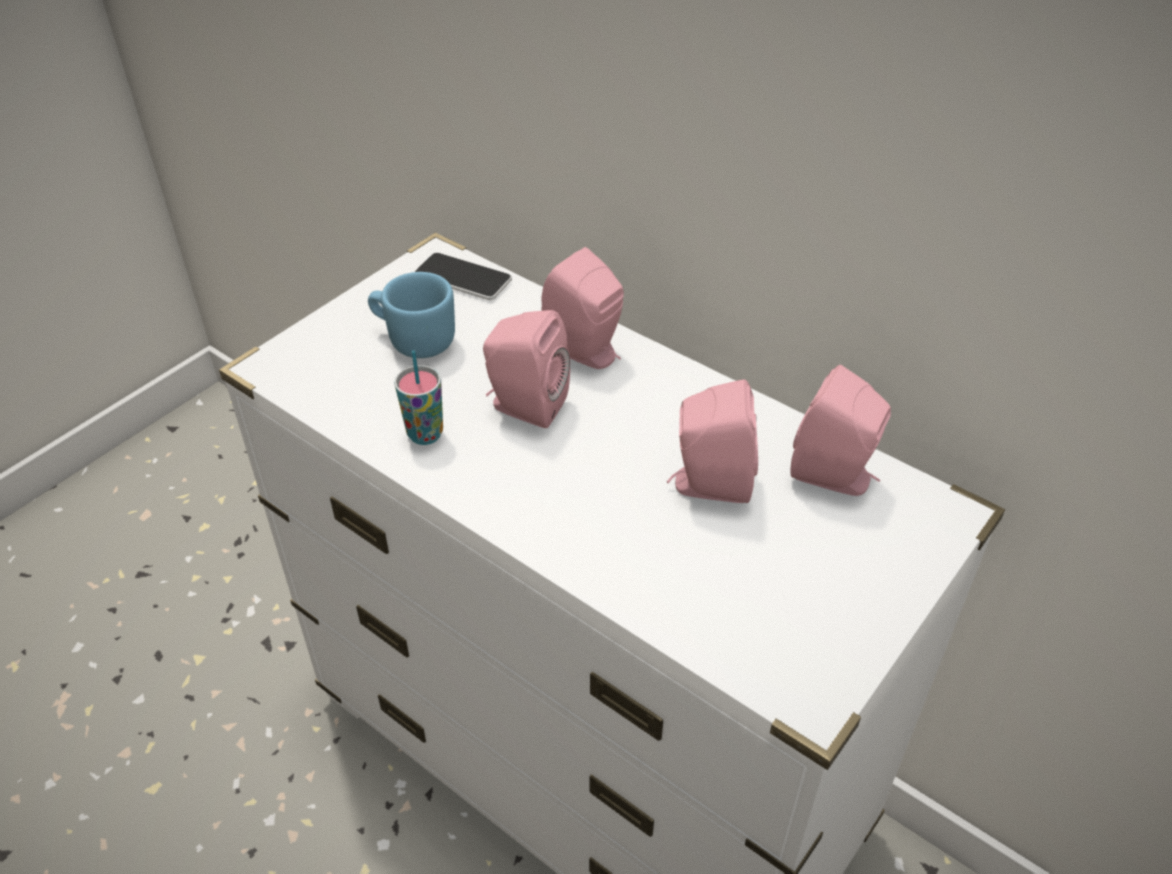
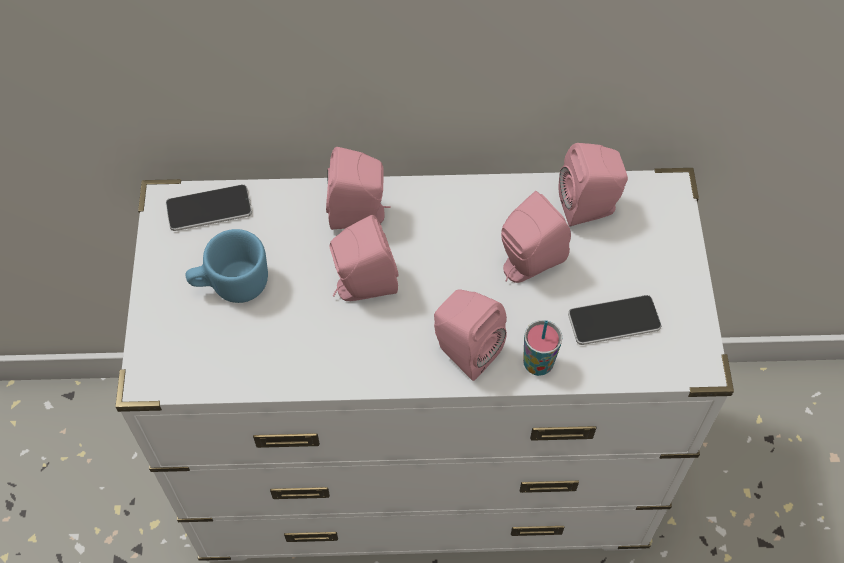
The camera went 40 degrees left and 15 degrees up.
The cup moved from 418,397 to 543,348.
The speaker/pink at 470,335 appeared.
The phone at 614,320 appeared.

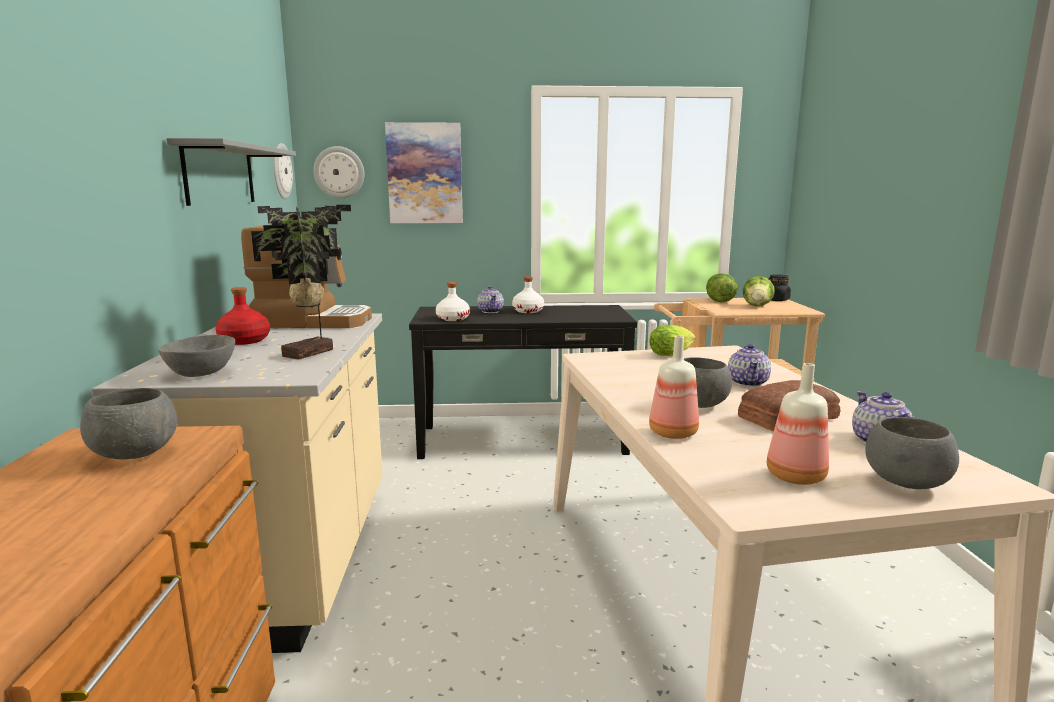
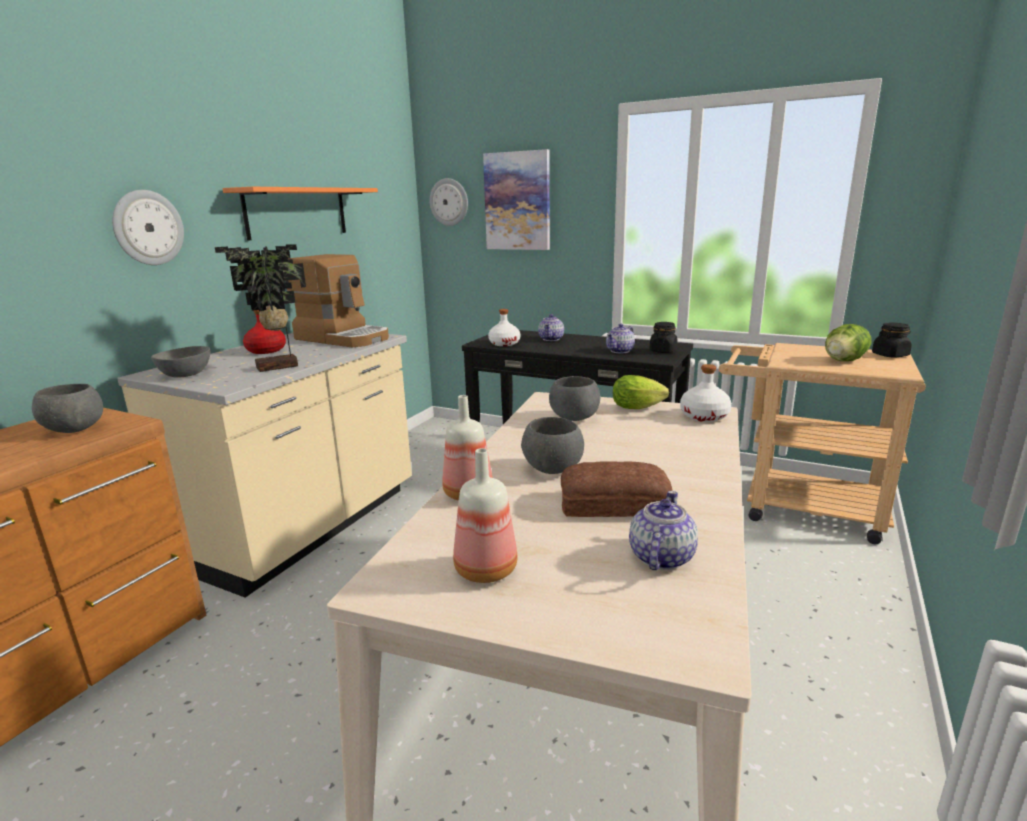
The camera went 30 degrees right and 5 degrees up.
The shelf/grey at 231,172 became the shelf/orange at 300,214.
The wall clock moved from 283,171 to 148,227.
The lettuce at 722,287 disappeared.
The bottle/white moved from 528,294 to 706,393.
The teapot moved from 749,365 to 620,338.
The bowl/grey moved from 912,453 to 574,398.
The jar/black at 663,337 appeared.

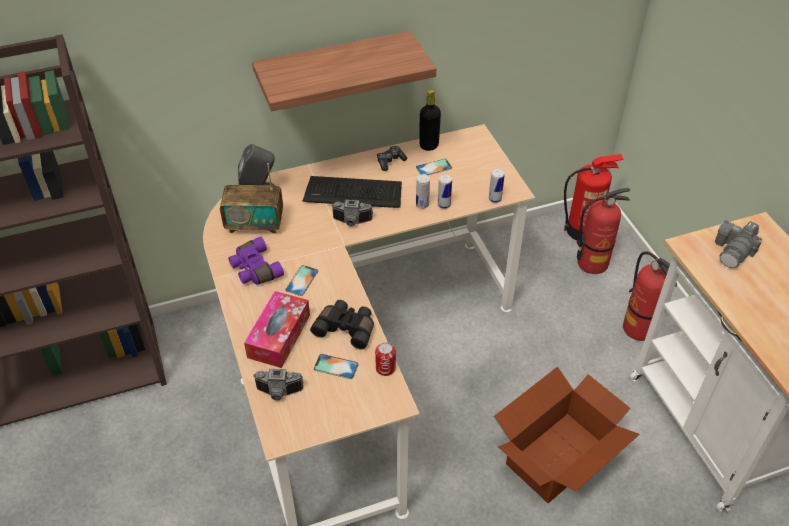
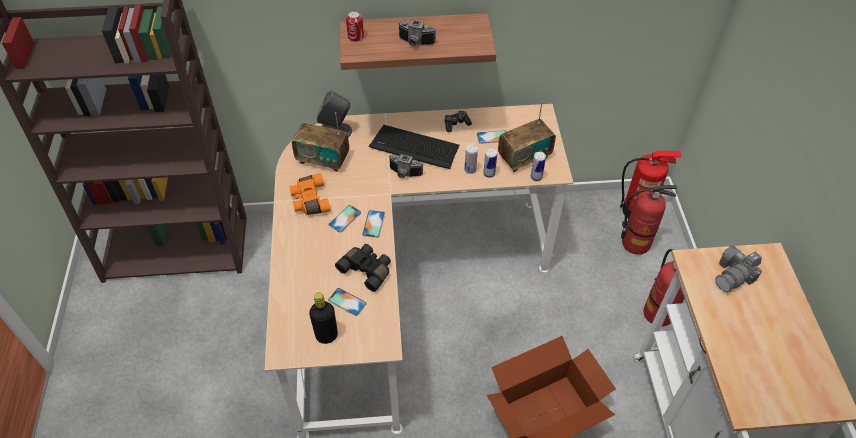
The camera went 15 degrees right and 5 degrees up.
The bottle/black moved from 430,120 to 323,318.
The binoculars/purple at 256,261 became the binoculars/orange at 310,194.
The tissue box at 277,329 disappeared.
The can moved from 385,359 to 355,26.
The photo camera moved from 278,385 to 417,33.
The radio at 527,137 appeared.
The phone at 373,224 appeared.

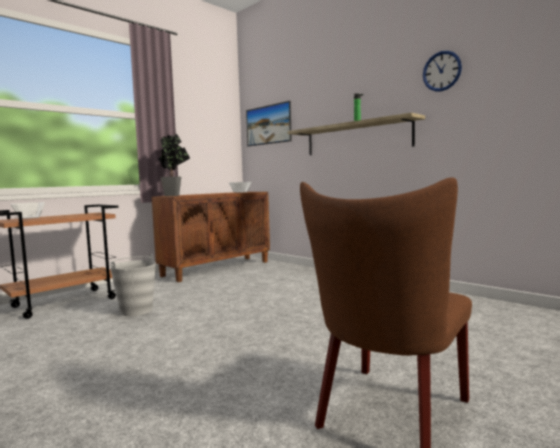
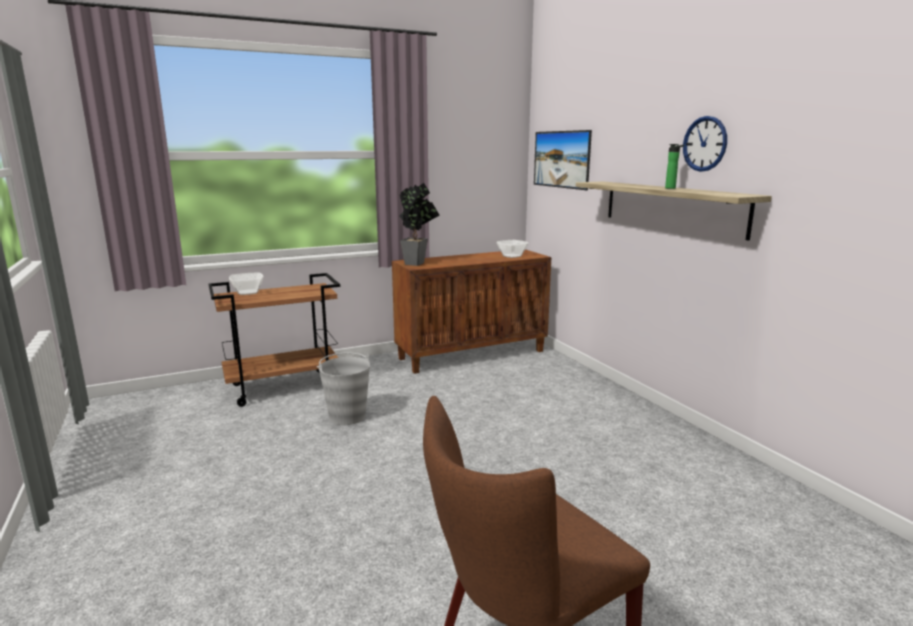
The camera went 20 degrees right and 10 degrees up.
The wall clock moved from 442,70 to 705,144.

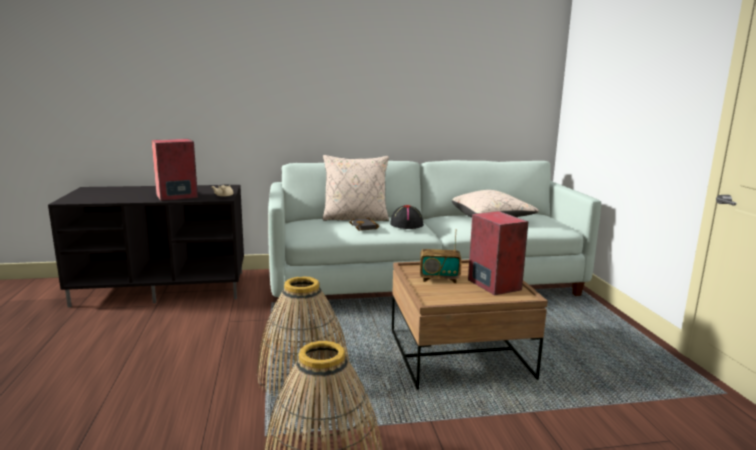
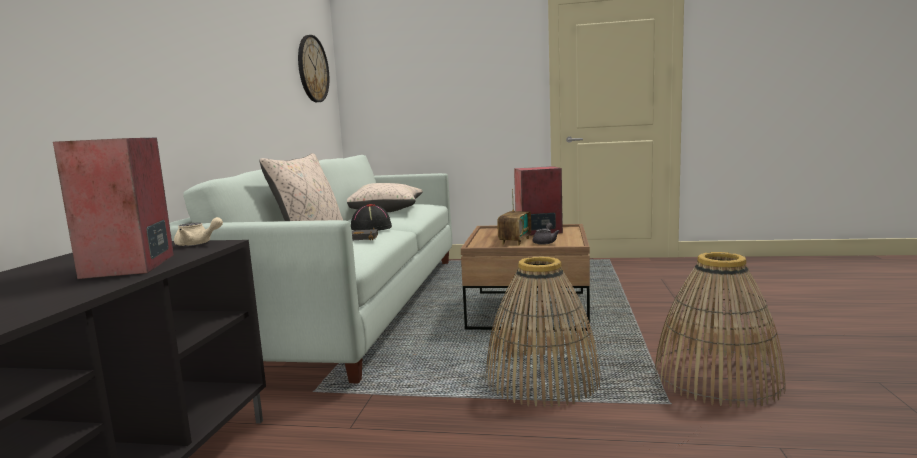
The camera went 70 degrees left and 5 degrees down.
The wall clock at 313,68 appeared.
The teapot/grey at 546,234 appeared.

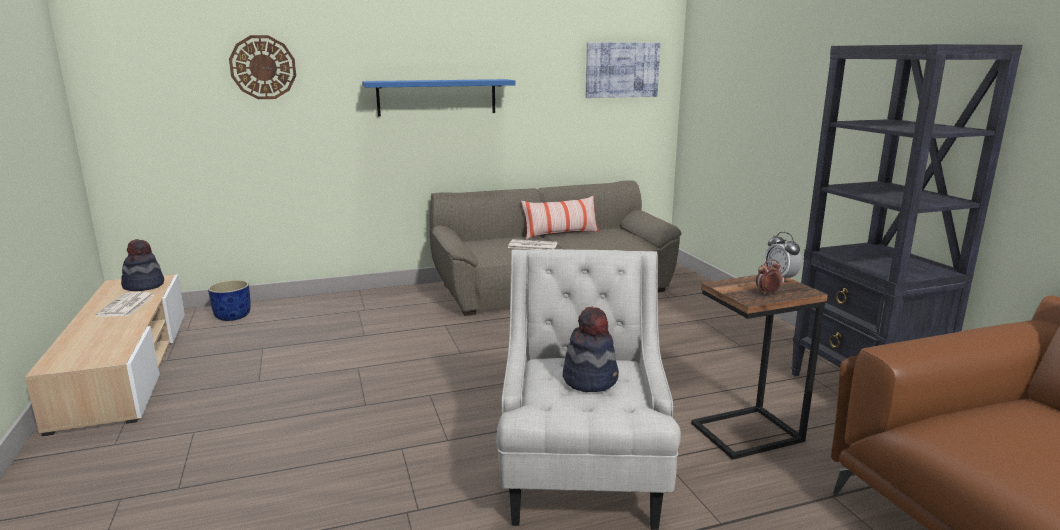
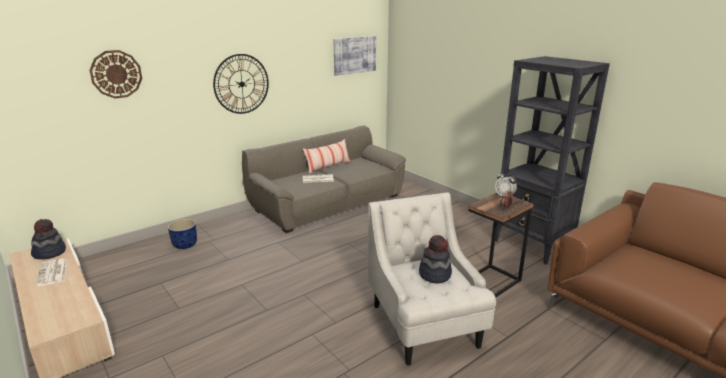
The camera went 20 degrees left and 5 degrees up.
The shelf/blue at 438,97 was replaced by the wall clock at 241,84.
The planter/blue moved from 229,300 to 182,234.

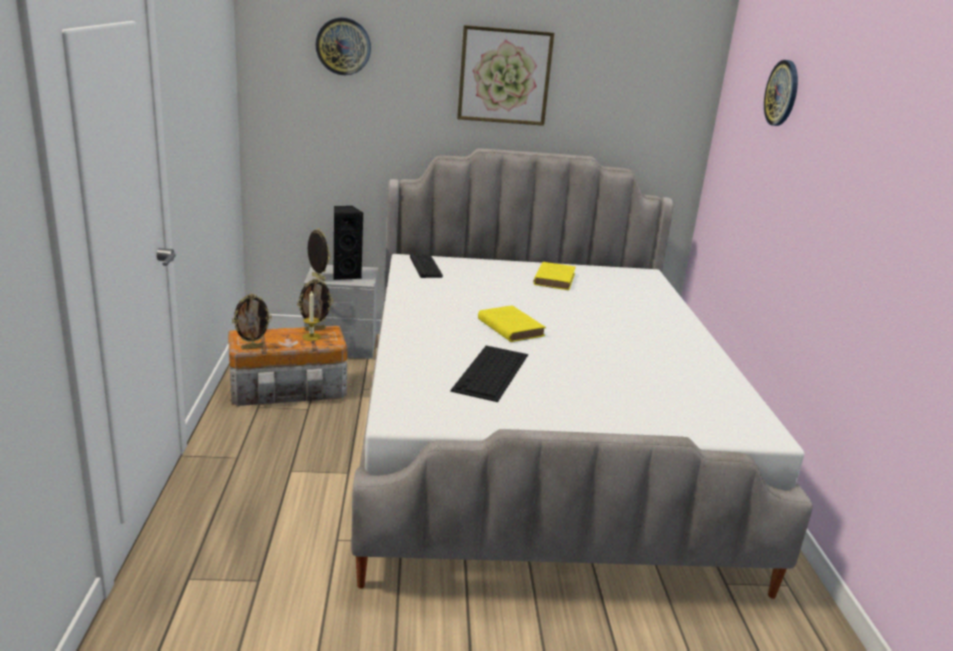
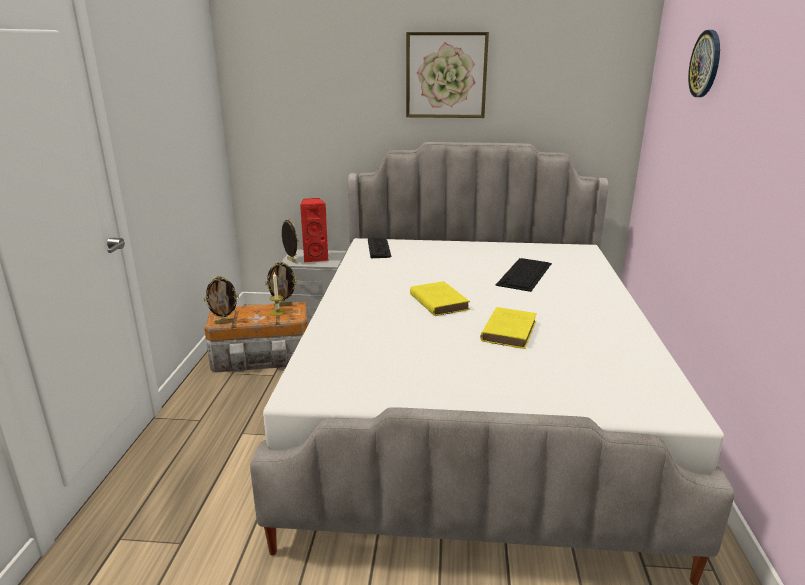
The camera went 10 degrees right and 0 degrees up.
The wall clock at 343,46 disappeared.
The speaker/black at 348,243 became the speaker/red at 314,230.
The book/yellow moved from 555,276 to 508,328.
The keyboard moved from 489,374 to 523,275.

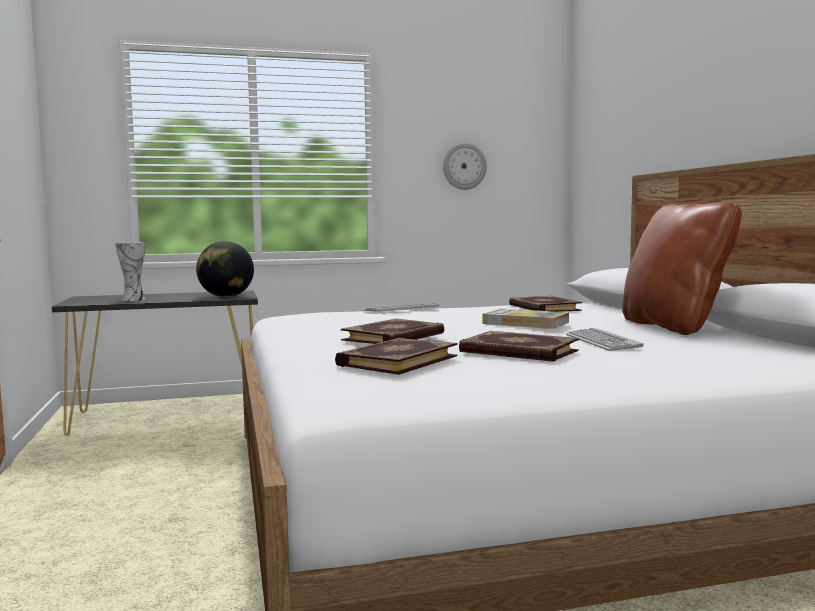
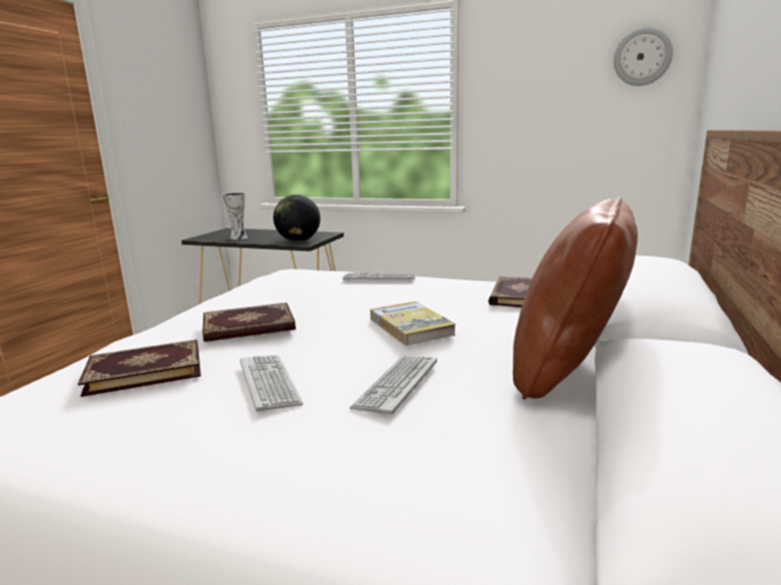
The camera went 35 degrees right and 10 degrees up.
The wall clock moved from 465,166 to 643,57.
The book at 519,346 was replaced by the keyboard at 271,383.

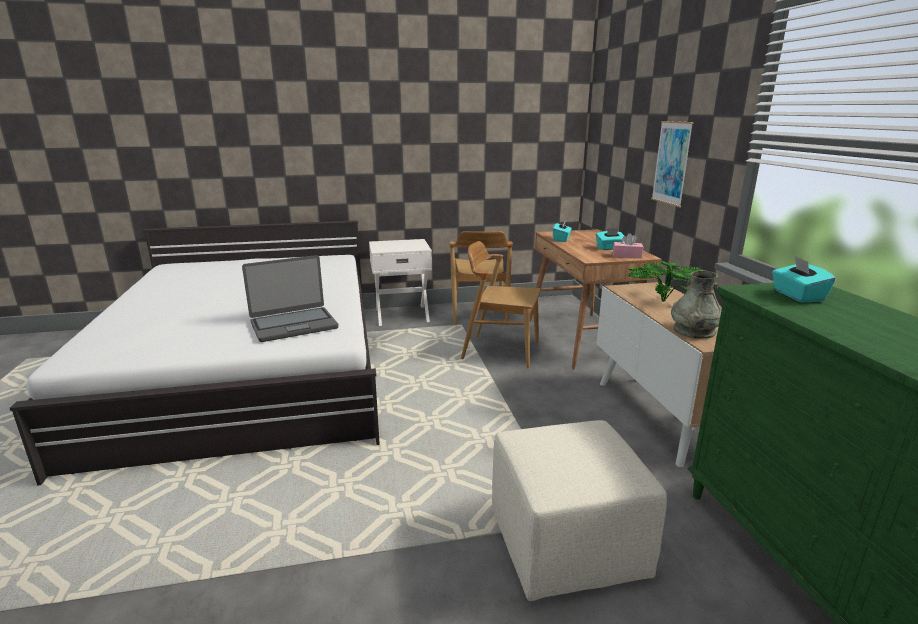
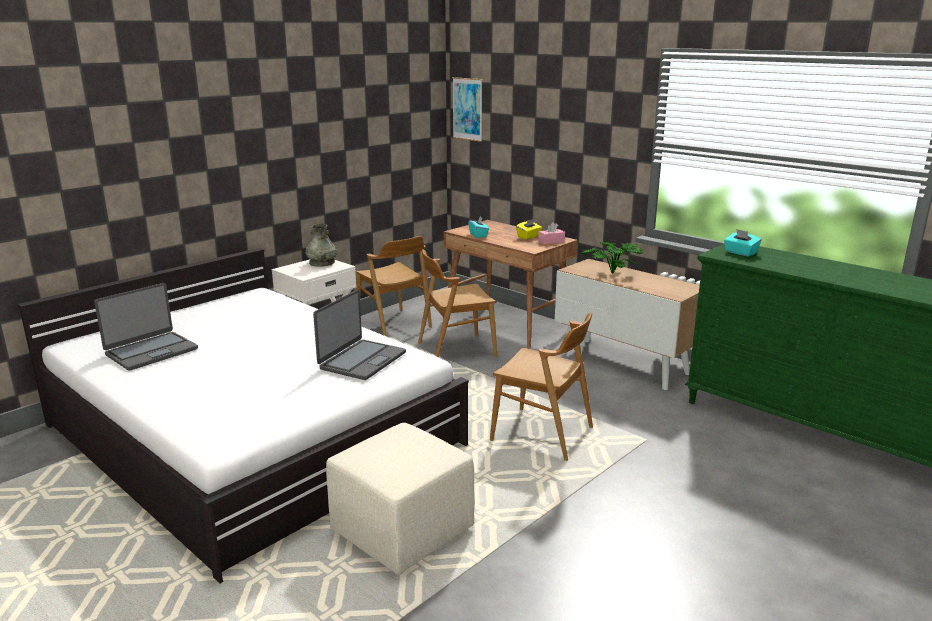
The camera went 35 degrees left and 0 degrees up.
The picture moved from 672,164 to 467,109.
The tissue box/turquoise at 610,239 became the tissue box/yellow at 529,229.
The vase/grey moved from 696,304 to 321,245.
The ottoman/beige moved from 579,510 to 400,499.
The laptop at 146,327 appeared.
The chair/brown at 541,386 appeared.

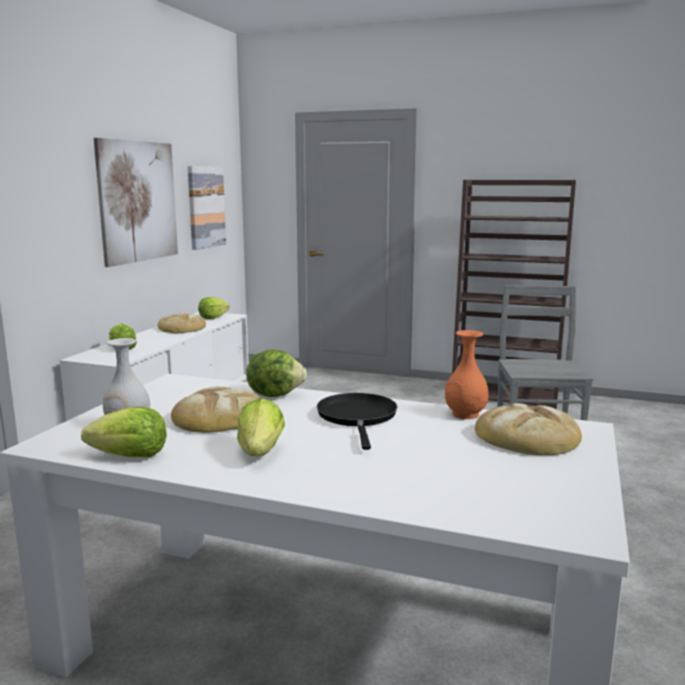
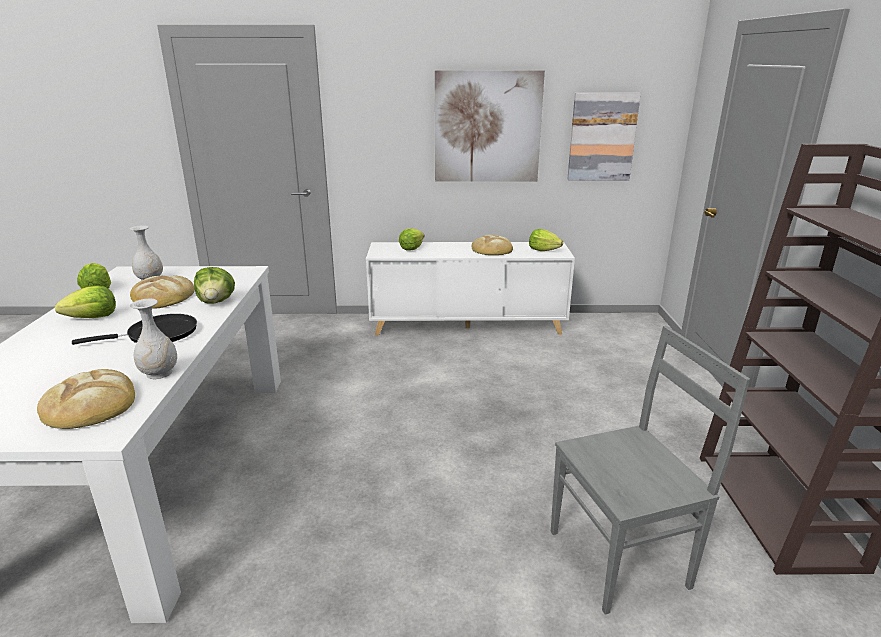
The camera went 70 degrees right and 10 degrees up.
The vase/orange at 467,374 became the vase/white at 153,339.

